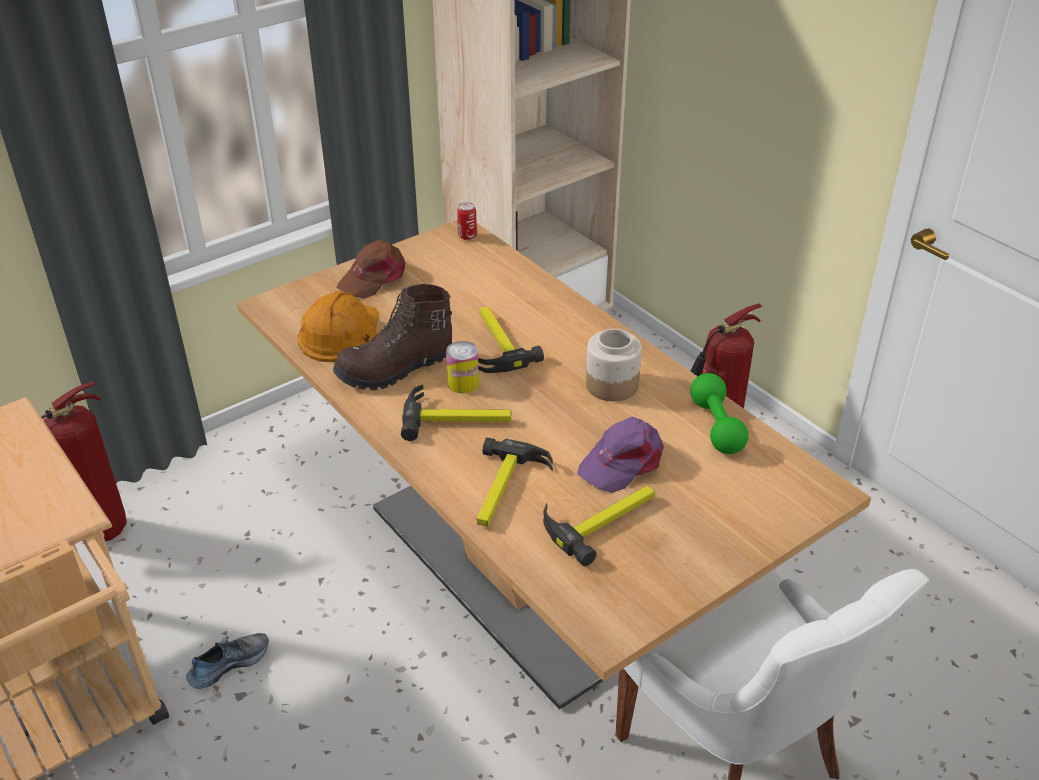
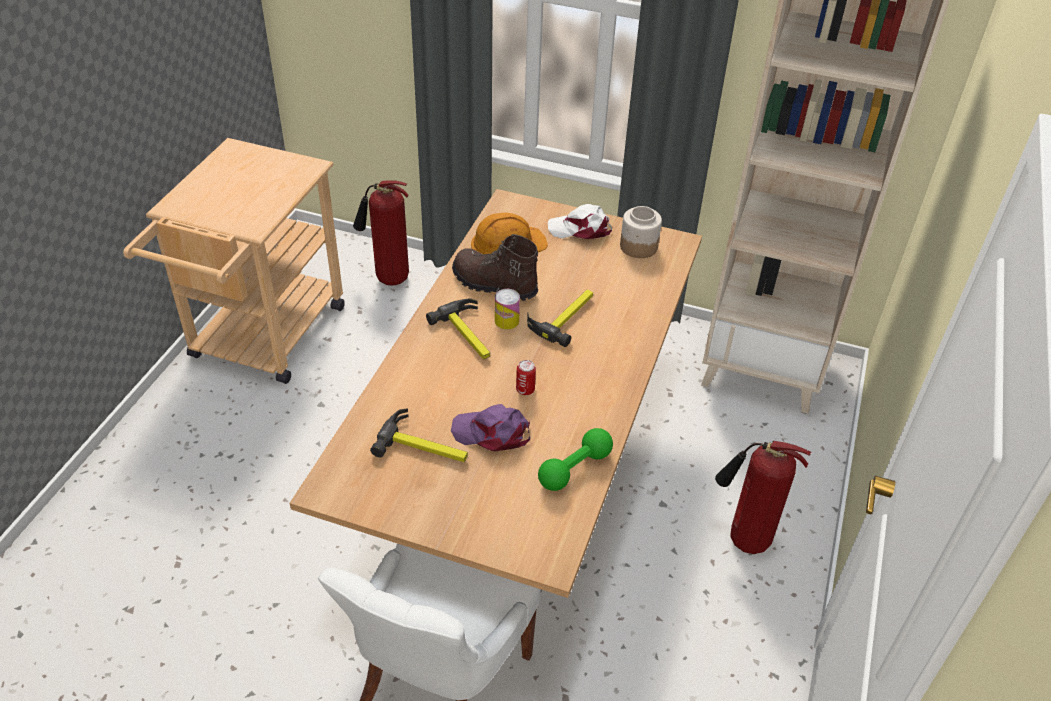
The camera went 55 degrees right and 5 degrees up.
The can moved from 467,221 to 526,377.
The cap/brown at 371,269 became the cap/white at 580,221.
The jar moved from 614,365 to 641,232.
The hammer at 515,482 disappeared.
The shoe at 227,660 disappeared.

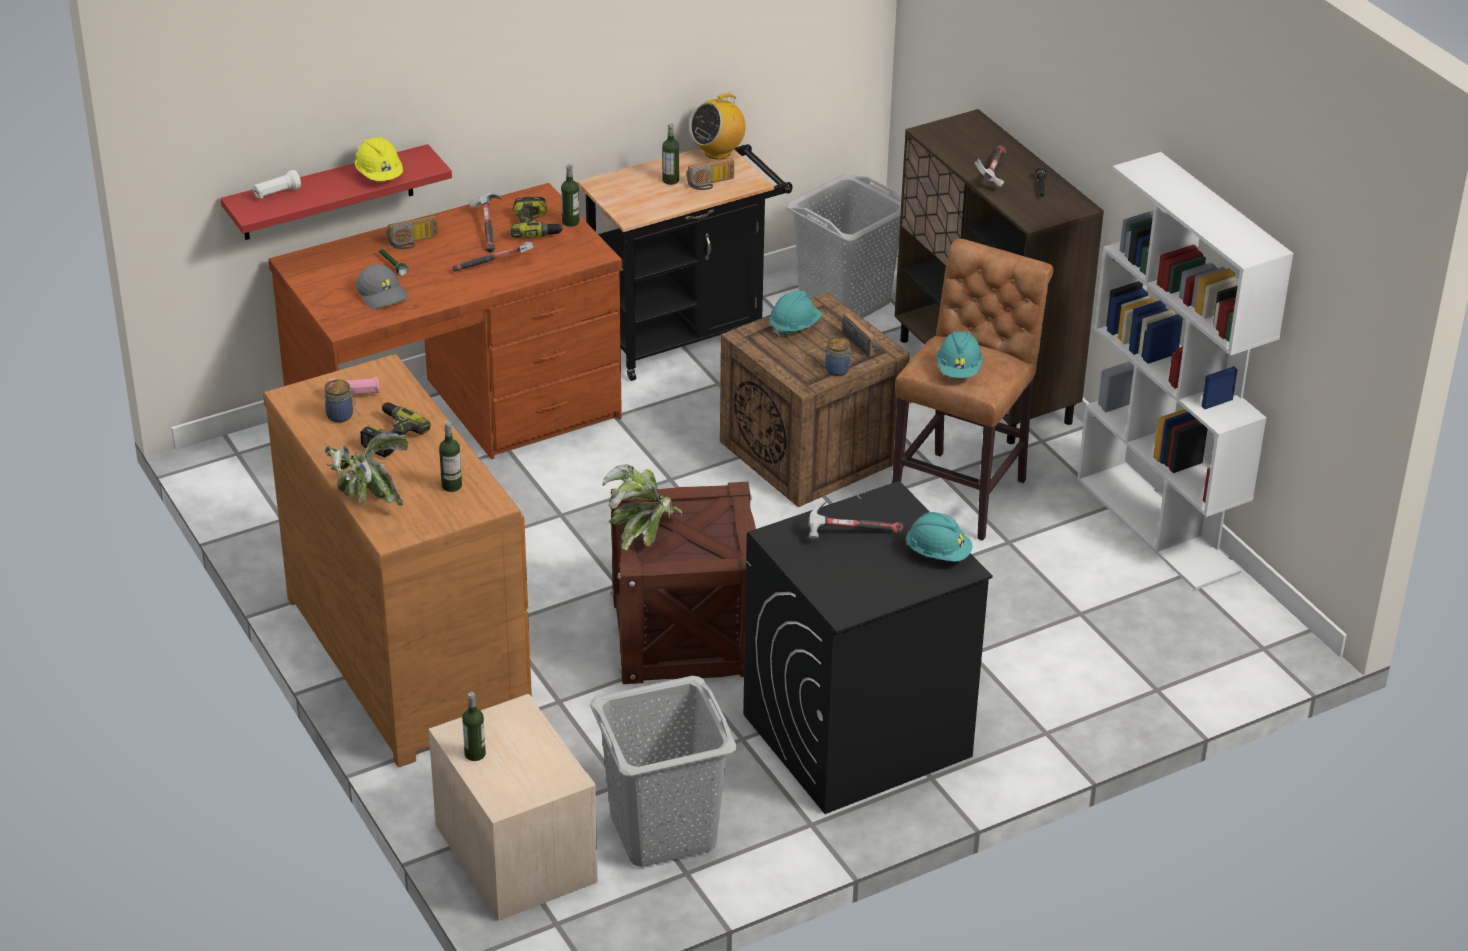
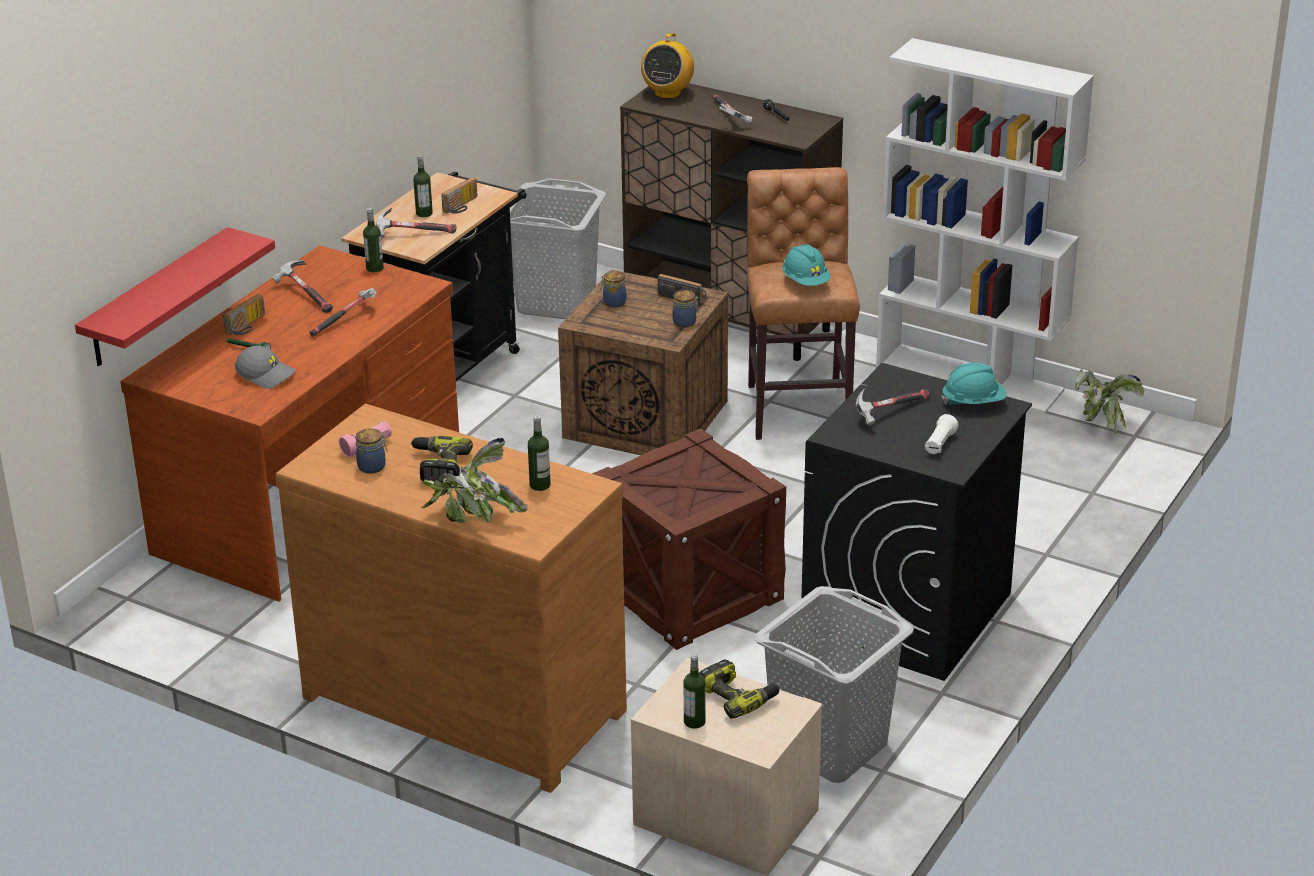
The camera went 30 degrees left and 5 degrees down.
The radio moved from 718,126 to 667,66.
The hard hat/yellow at 379,159 disappeared.
The flashlight/white moved from 277,184 to 942,434.
The power drill moved from 536,217 to 740,689.
The hard hat/turquoise at 795,314 was replaced by the jar at 613,289.
The potted plant moved from 642,507 to 1110,402.
The hammer at 416,223 appeared.

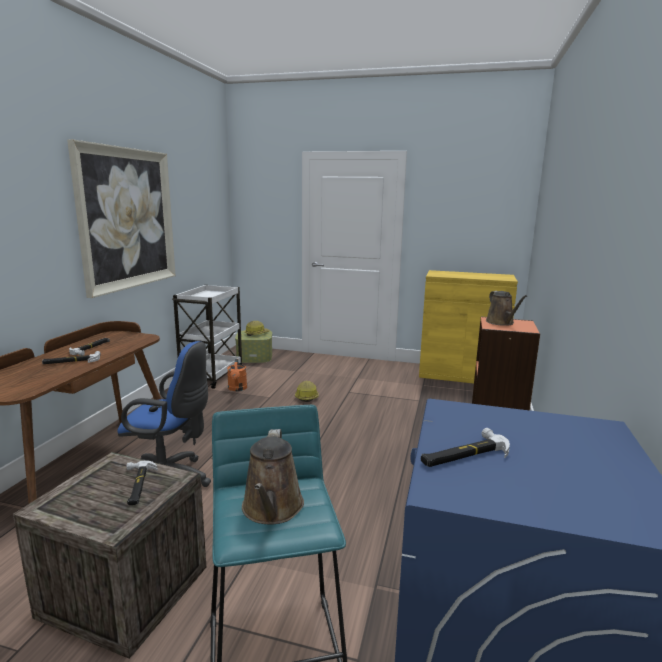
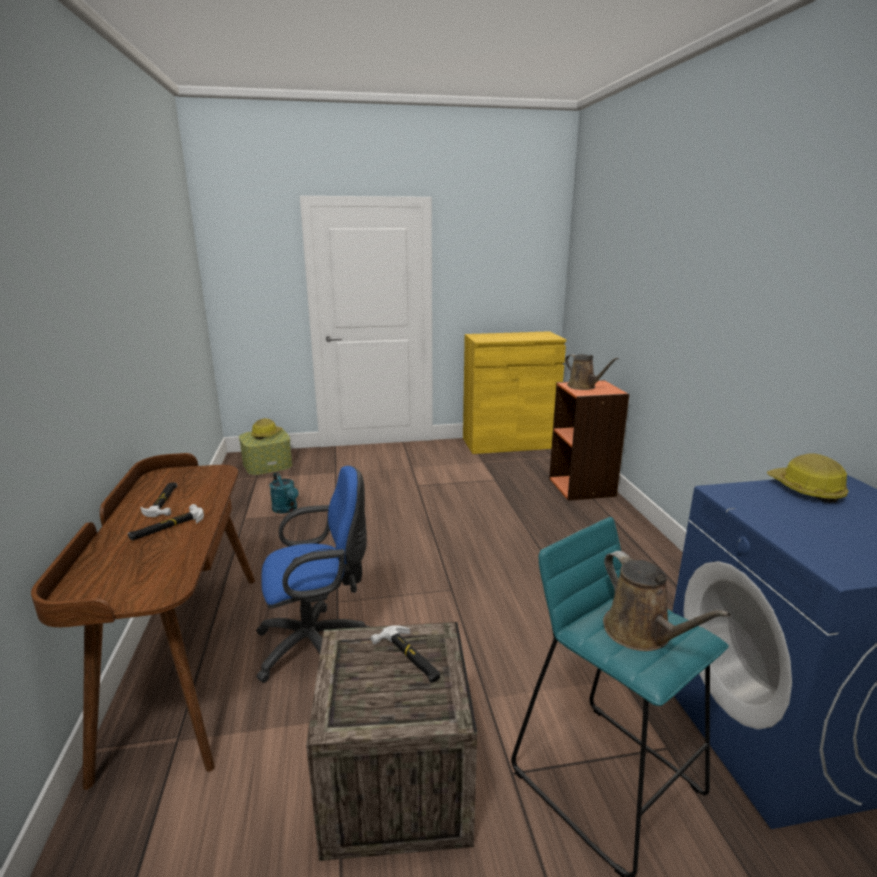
The camera went 25 degrees left and 5 degrees up.
The picture at 121,218 disappeared.
The cart/white at 207,337 disappeared.
The watering can/orange at 237,375 became the watering can/turquoise at 284,493.
The hard hat moved from 307,391 to 807,478.
The hammer at 465,447 disappeared.

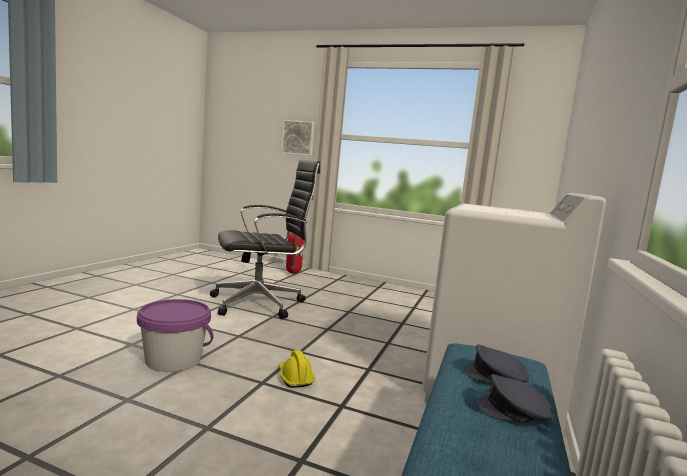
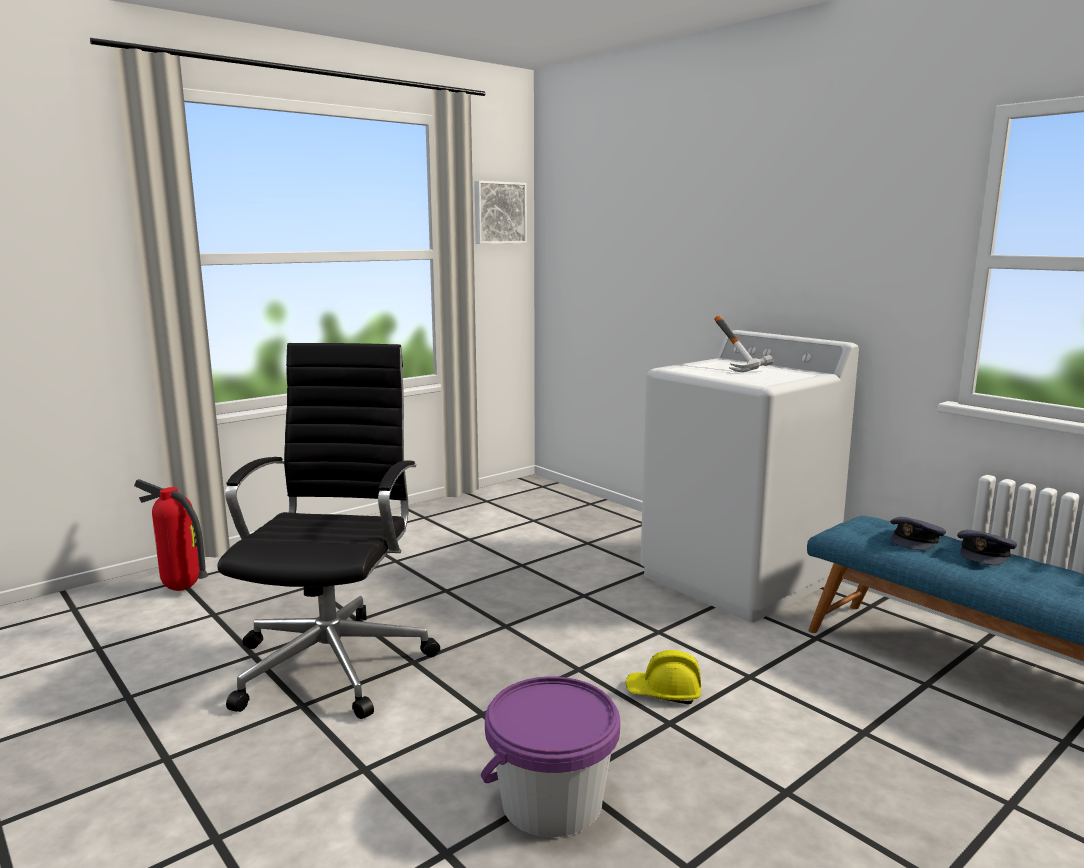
The camera went 60 degrees left and 5 degrees up.
The picture moved from 298,138 to 500,212.
The hammer at 743,344 appeared.

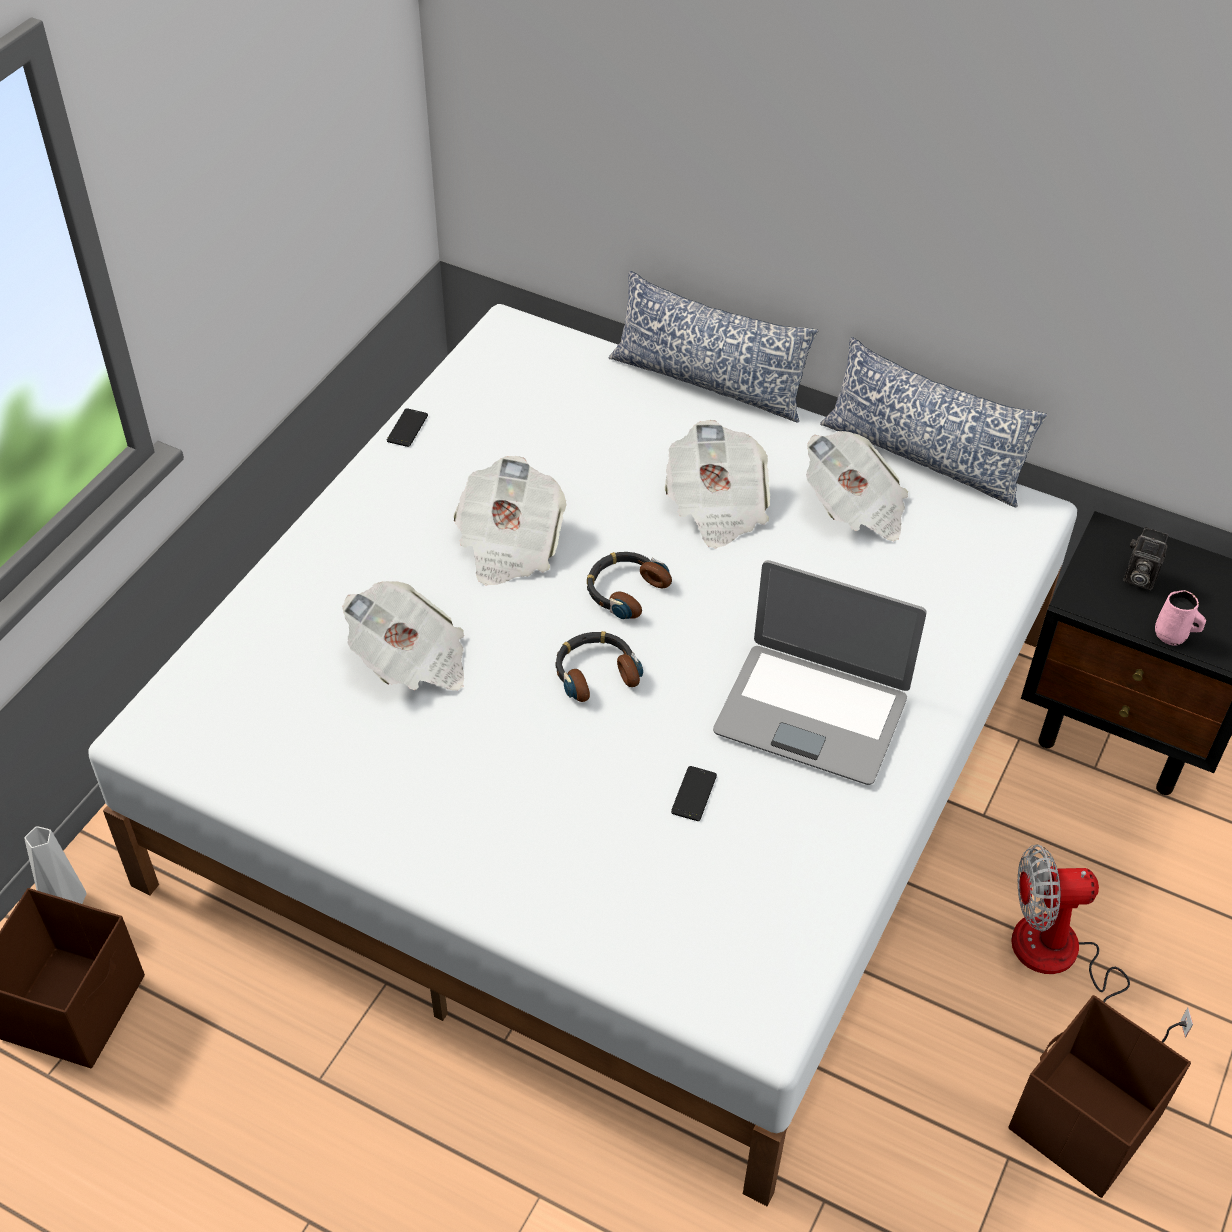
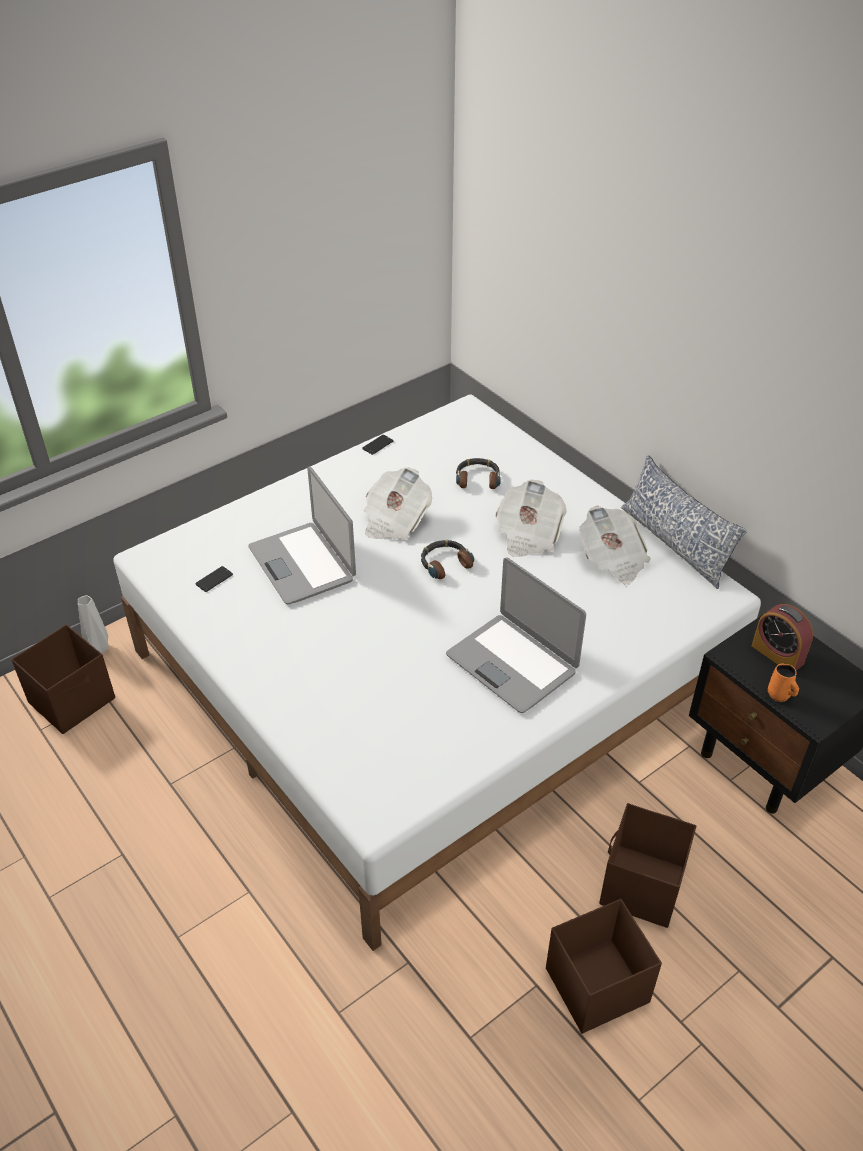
The camera went 25 degrees right and 5 degrees down.
The pillow at 713,347 disappeared.
The photo camera at 1146,558 was replaced by the alarm clock at 782,637.
The newspaper at 403,635 was replaced by the laptop at 302,535.
The mug/pink at 1180,618 became the mug/orange at 783,683.
The headphones moved from 599,666 to 478,473.
The phone moved from 694,793 to 214,579.
The fan at 1102,943 was replaced by the storage box/brown at 647,865.

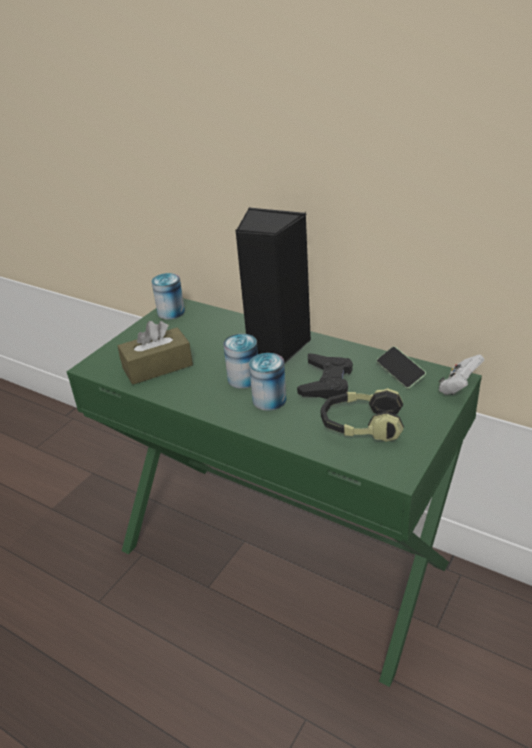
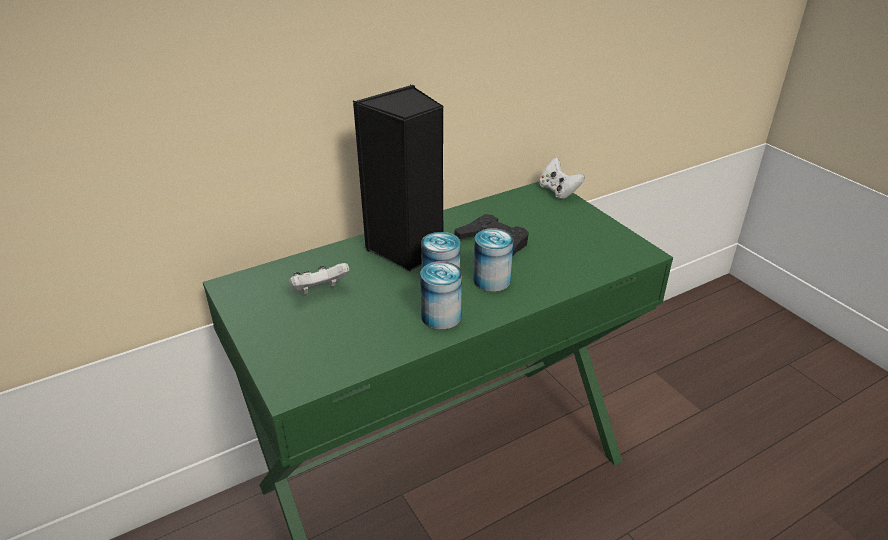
The camera went 65 degrees left and 0 degrees up.
The can moved from 168,296 to 441,295.
The tissue box/brown at 155,353 disappeared.
The phone at 401,367 disappeared.
The headphones at 362,415 disappeared.
The game controller/white at 319,278 appeared.

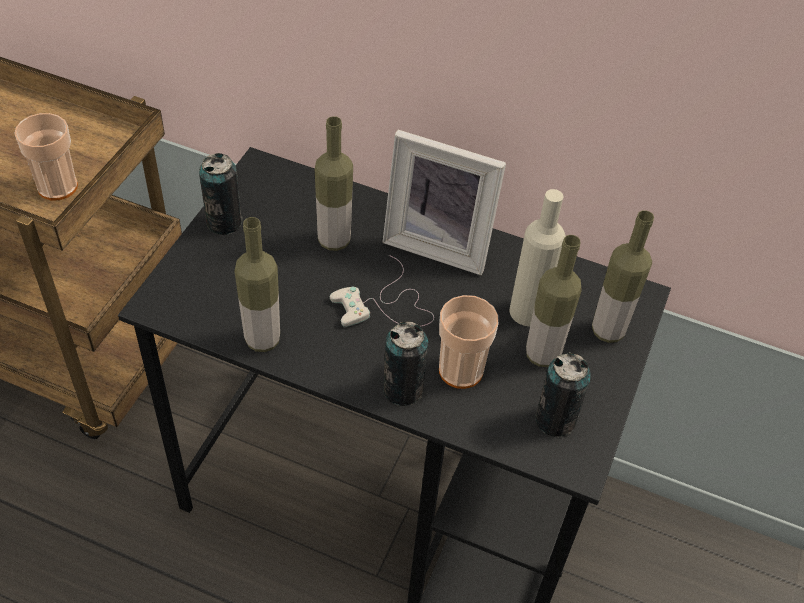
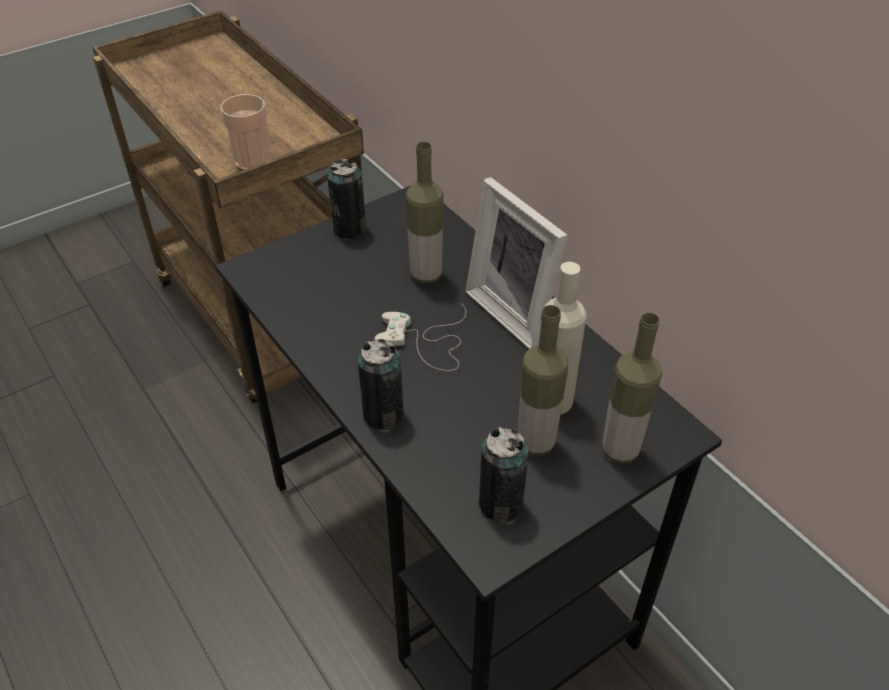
The camera went 35 degrees right and 5 degrees down.
The bottle at 257,284 disappeared.
The cup at 468,342 disappeared.

